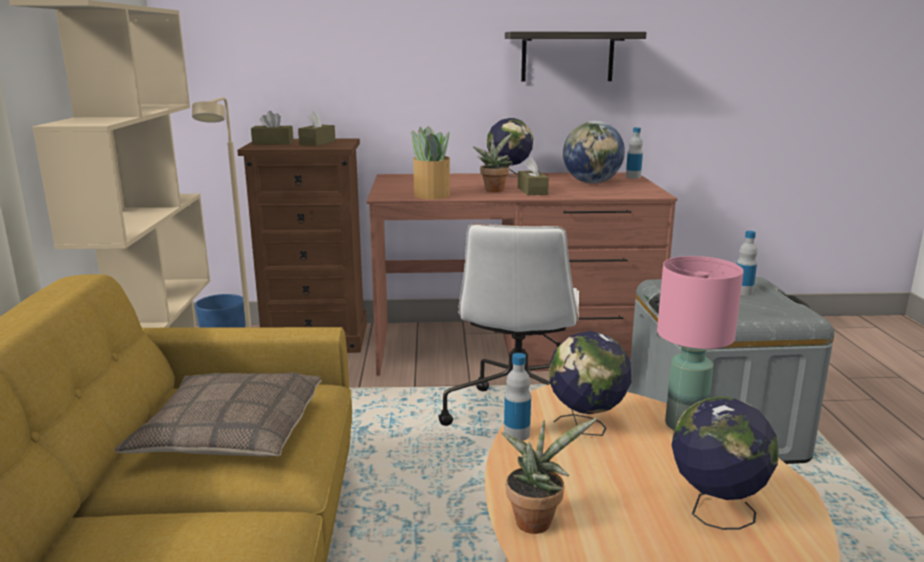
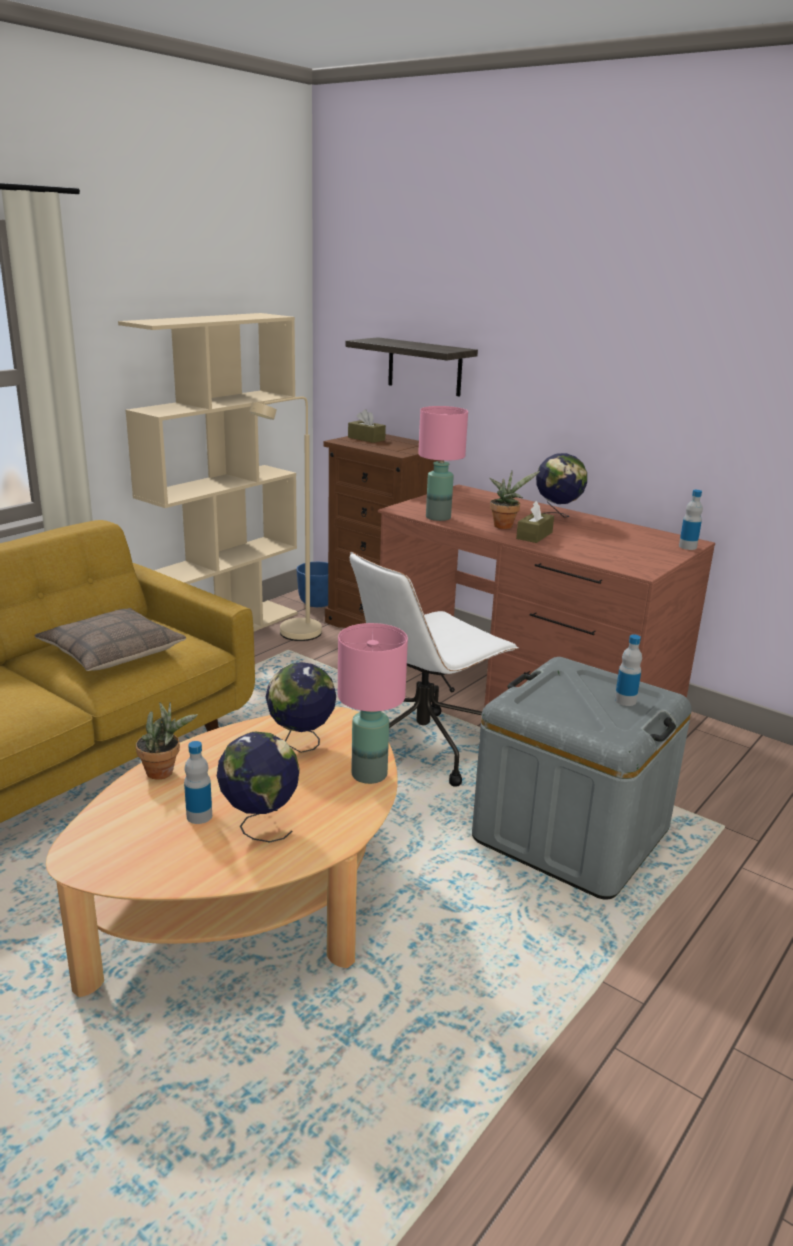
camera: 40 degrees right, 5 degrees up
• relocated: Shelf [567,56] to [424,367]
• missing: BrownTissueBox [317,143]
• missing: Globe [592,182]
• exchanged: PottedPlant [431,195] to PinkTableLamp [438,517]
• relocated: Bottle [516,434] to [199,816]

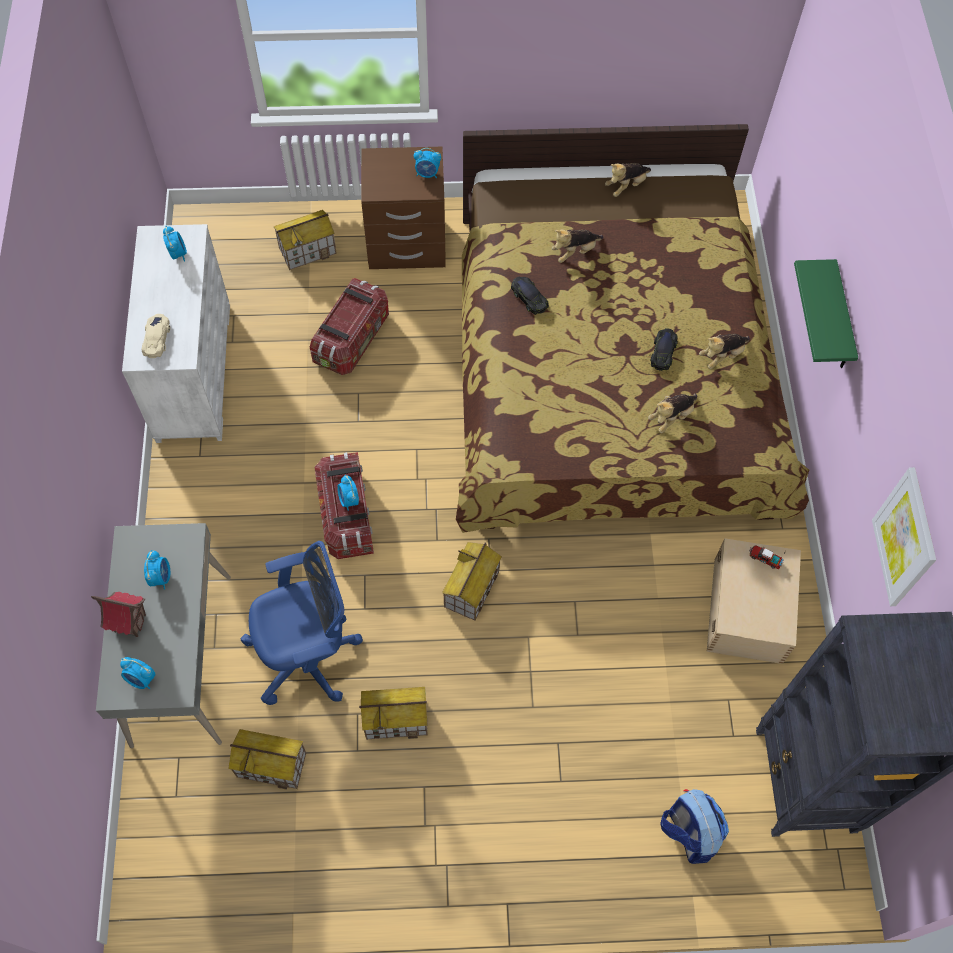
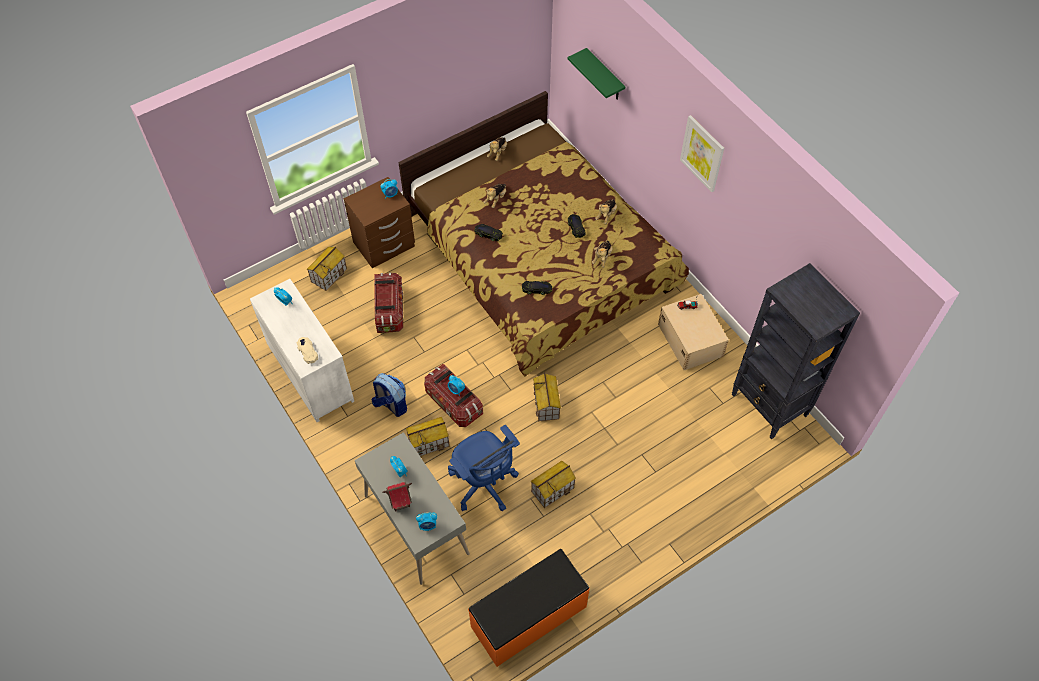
camera: 30 degrees left, 5 degrees down
• relocated: GreenShelf [841,320] to [605,76]
• relocated: Picture [905,538] to [702,153]
• spun: BlueOfficeChair [309,656] = [484,485] 105 degrees clockwise
• relocated: ToyHouse [272,764] to [429,442]
• relocated: Backpack [688,832] to [391,404]
• appeared: BlackToyCar [537,289]
• appeared: OrangeBench [529,617]

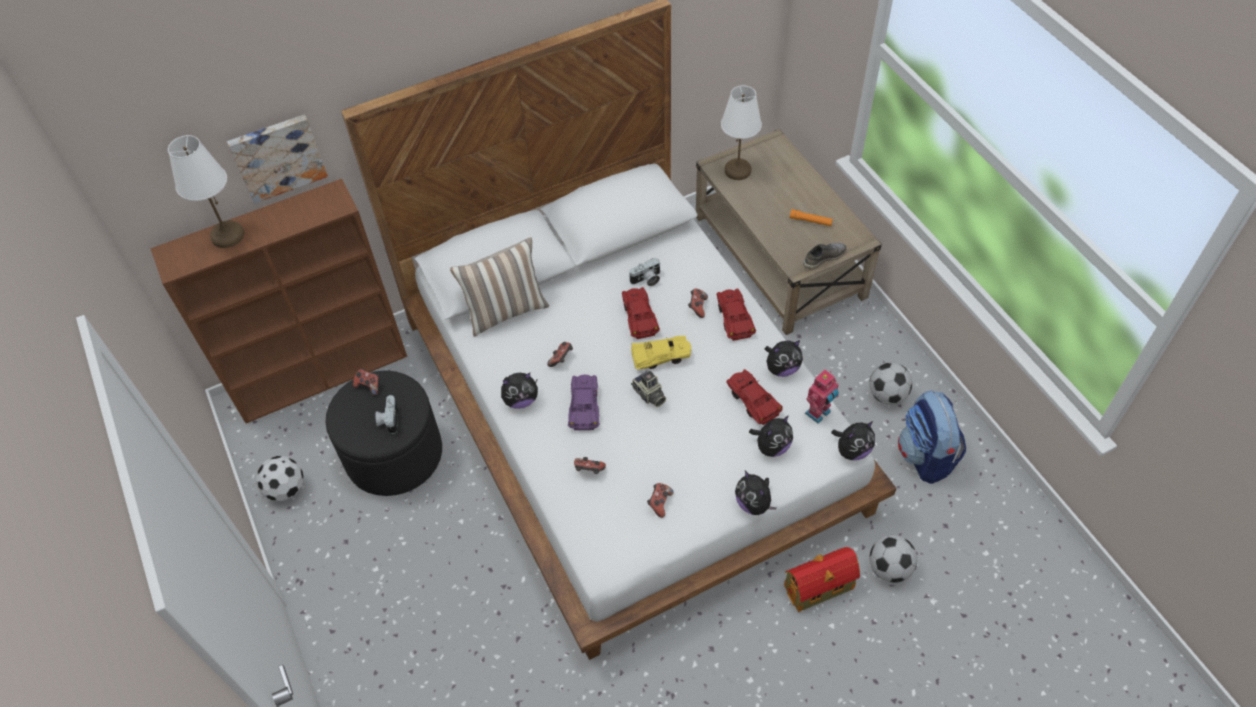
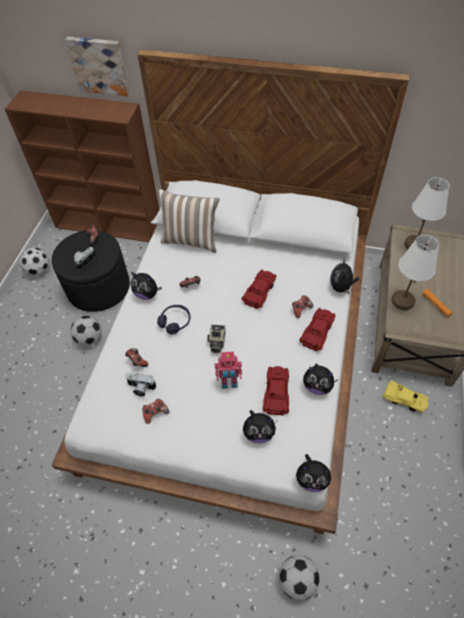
camera: 40 degrees right, 0 degrees up
• relocated: WhiteTableLamp [227,236] to [402,301]
• missing: GreyShoe [823,258]
• relocated: PhotoCamera [647,280] to [140,388]
• relocated: YellowToyCar [661,357] to [404,400]
• relocated: Football [887,395] to [90,338]
• relocated: ToyRobot [819,413] to [229,383]
• exchanged: PurpleToyCar [584,406] to PurpleHeadphones [175,322]
• missing: Backpack [925,456]
• relocated: PlushToy [754,503] to [341,287]
• missing: ToyHouse [820,587]

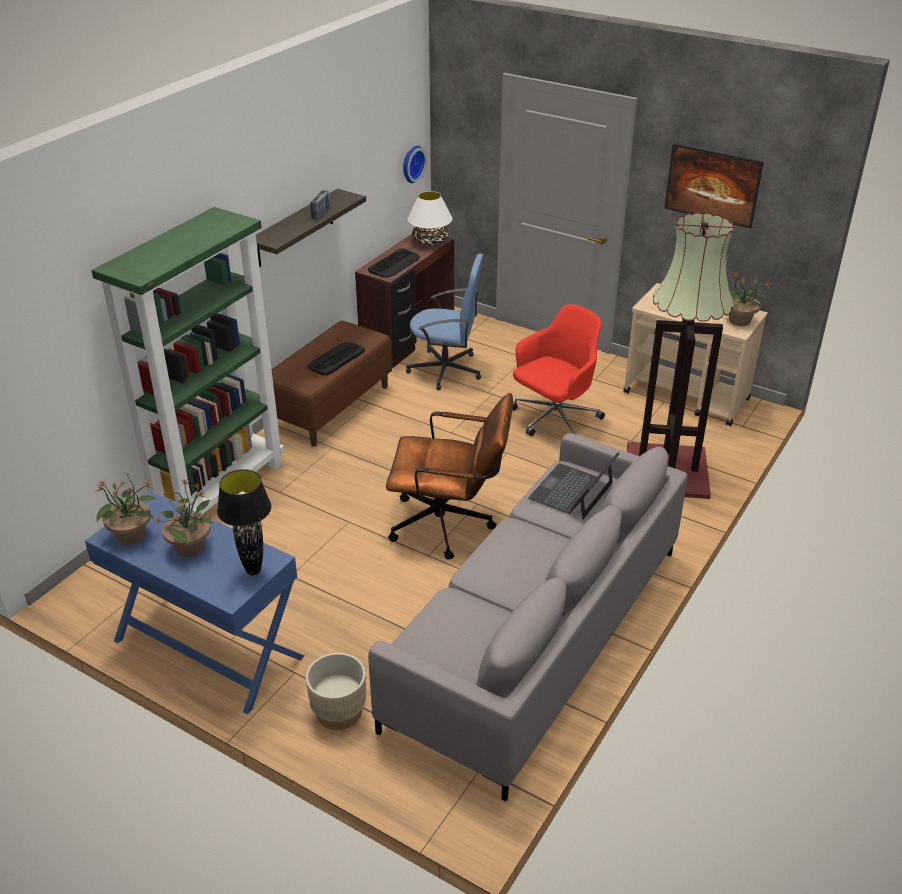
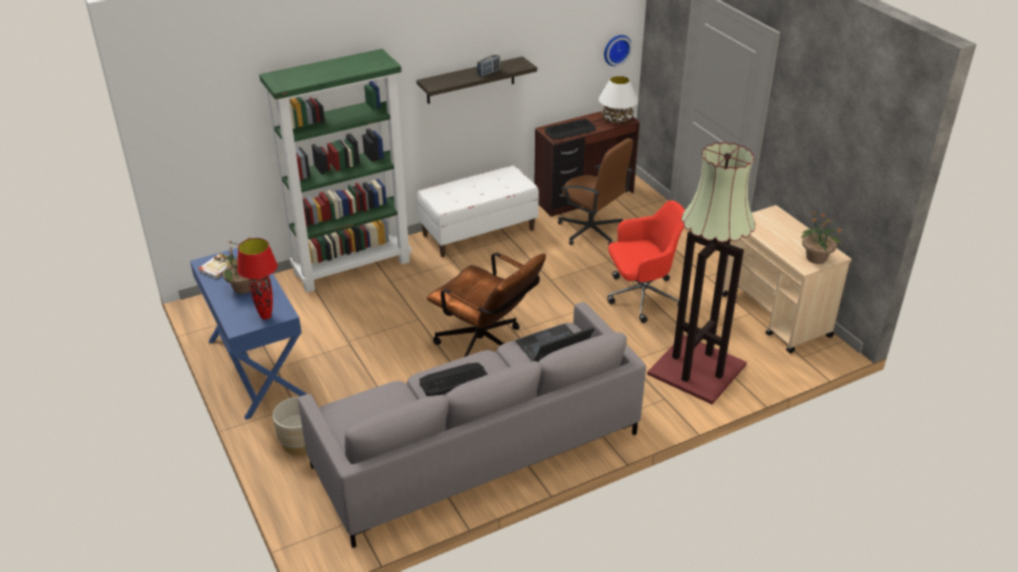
camera: 30 degrees right, 0 degrees up
• missing: Picture [710,201]
• colour: BlueOfficeChair [446,370] to BrownOfficeChair [591,231]
• colour: BrownBench [330,407] to WhiteBench [478,232]
• relocated: Keyboard [336,359] to [453,380]
• colour: BlackTableLamp [254,571] to RedTableLamp [266,316]
• exchanged: PottedPlant [132,536] to Book [218,267]

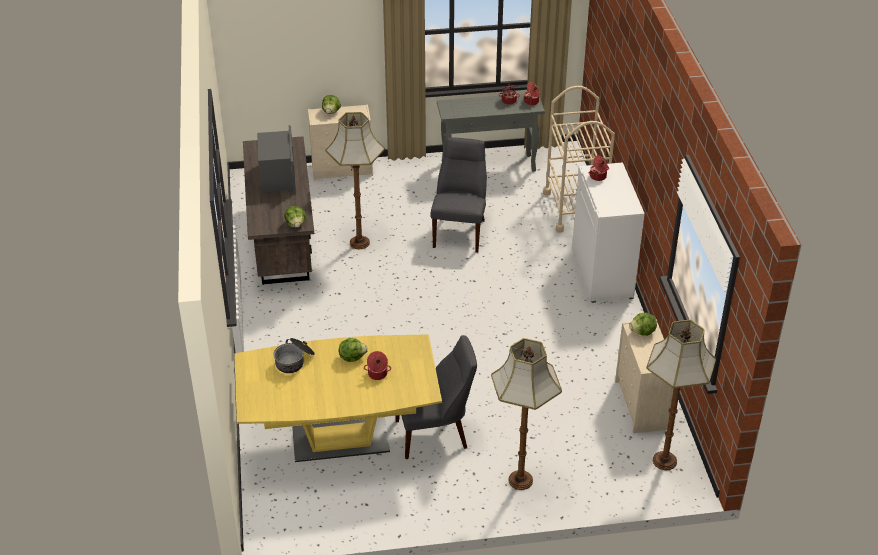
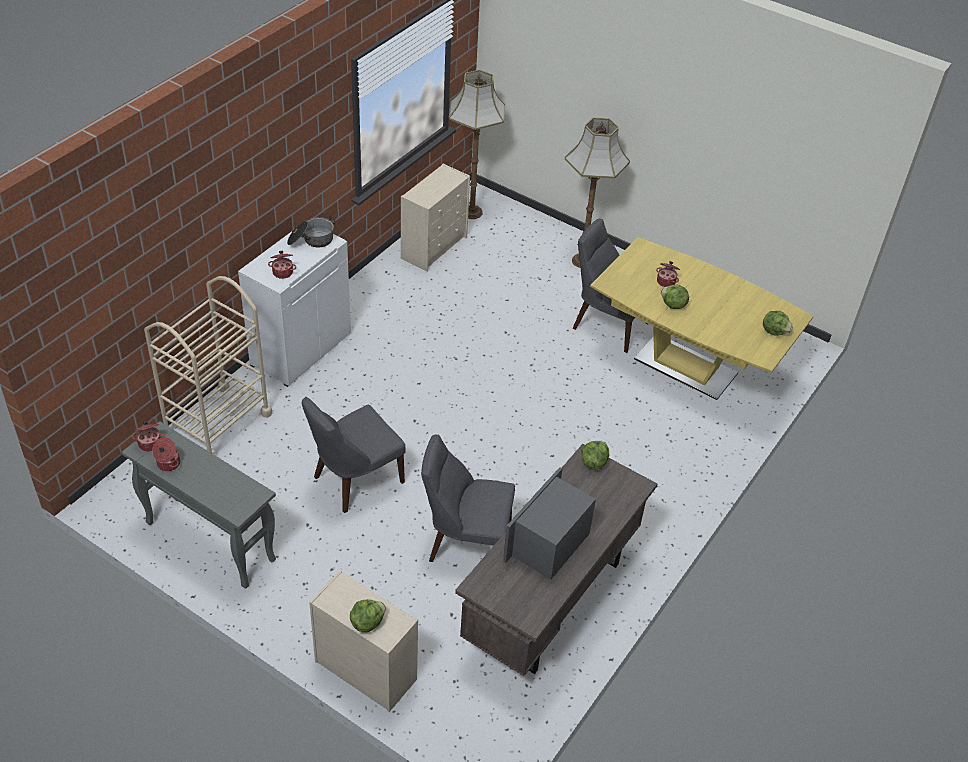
camera: 140 degrees left, 5 degrees up
• exchanged: FloorLamp [360,242] to GreyChair [466,543]
• relocated: Lettuce [642,332] to [774,331]
• relocated: CookingPot [294,361] to [311,240]

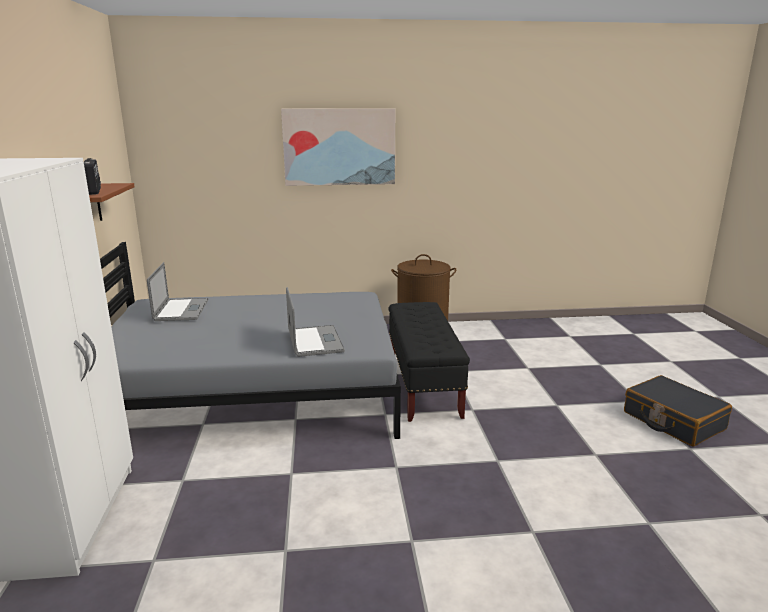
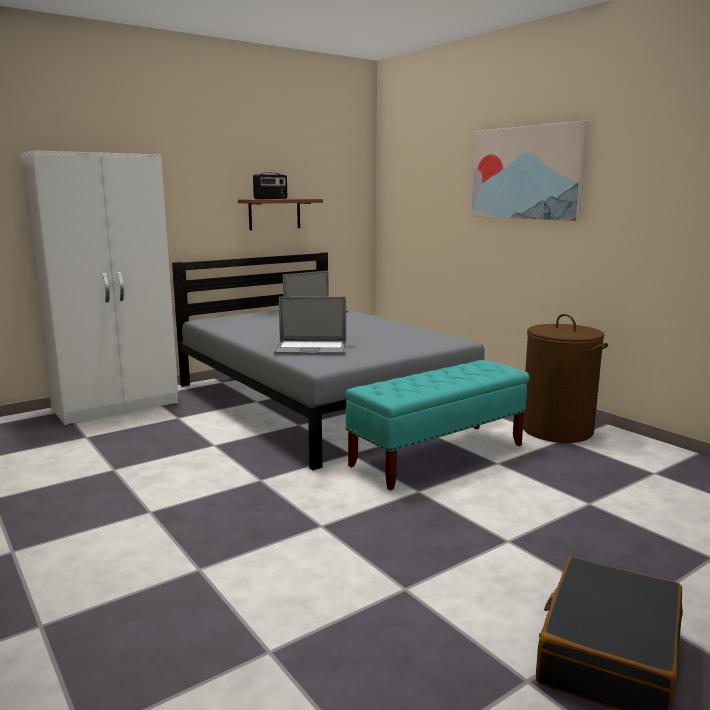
camera: 60 degrees right, 5 degrees down
• spun: Laptop [315,341] = [311,349] 45 degrees clockwise
• colour: BlackBench [423,385] to TurquoiseBench [438,456]

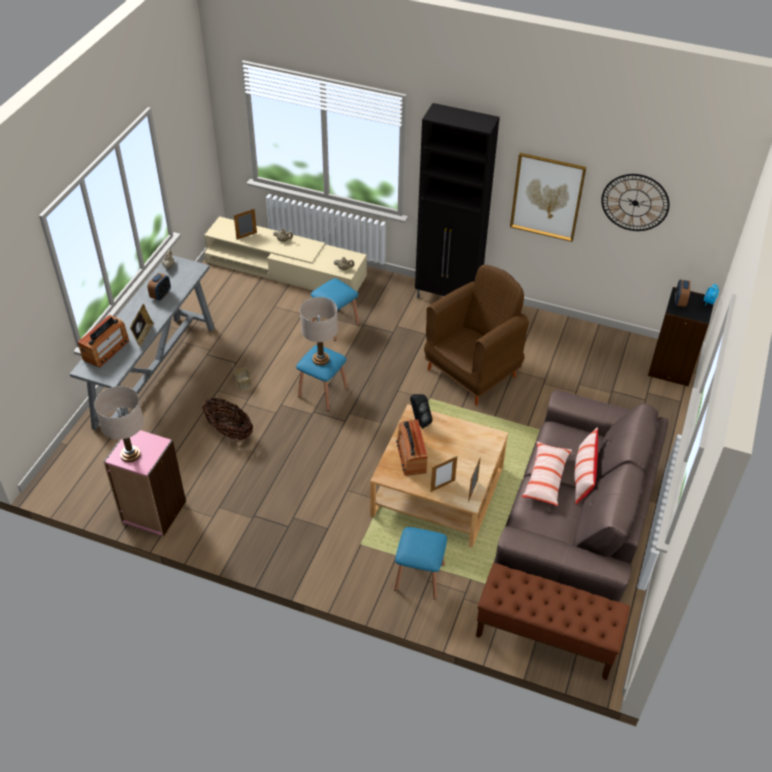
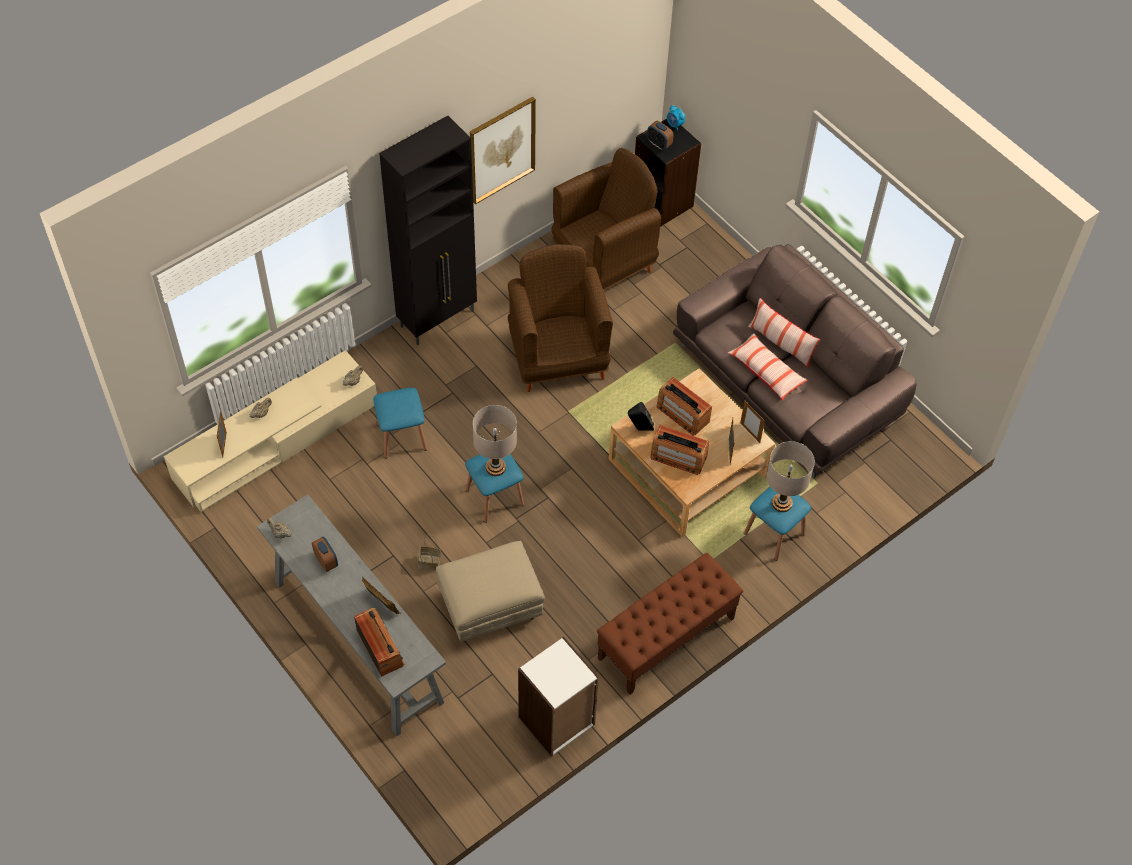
camera: 60 degrees left, 10 degrees up
• missing: WallClock [635,202]
• relocated: BeigeTableLamp [130,454] to [781,503]
• exchanged: Basket [229,431] to BeigeOttoman [491,606]
• colour: PinkBookcase [153,512] to WhiteBookcase [557,721]
• relocated: BrownBench [545,637] to [666,638]
• appeared: BrownArmchair [605,260]
• appeared: Radio [682,414]

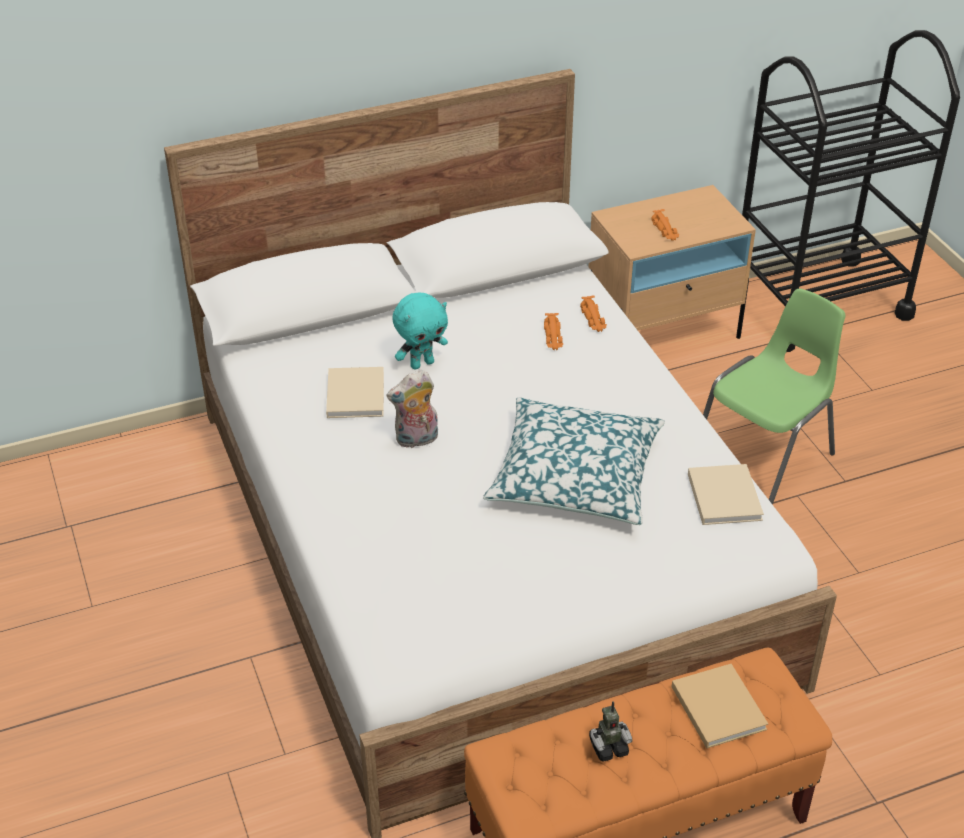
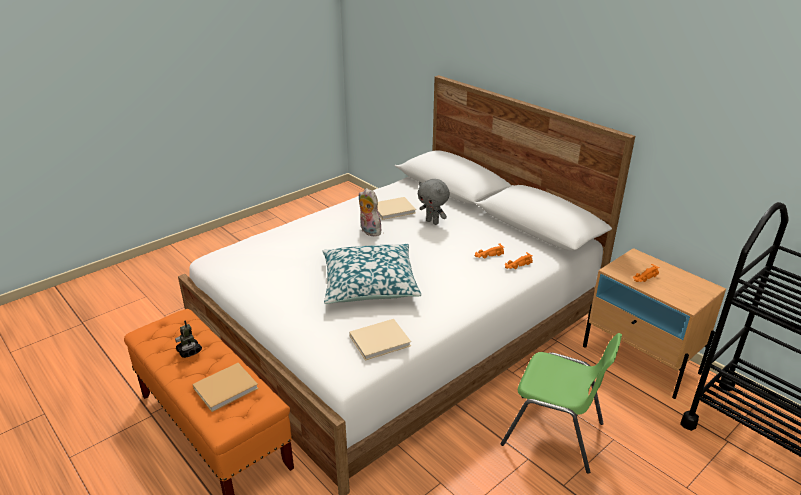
camera: 70 degrees right, 10 degrees down
• colour: TurquoisePlushToy [422,363] to GreyPlushToy [433,222]

